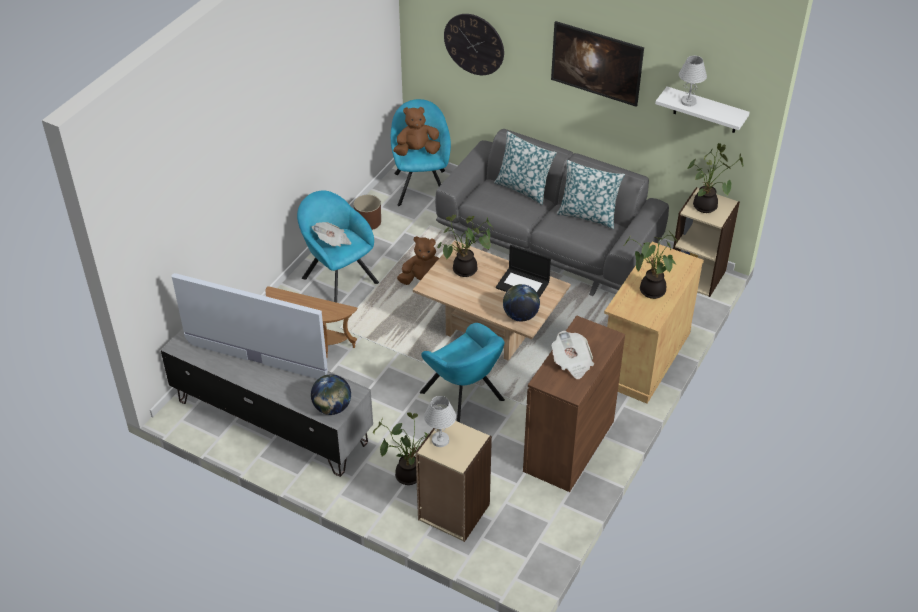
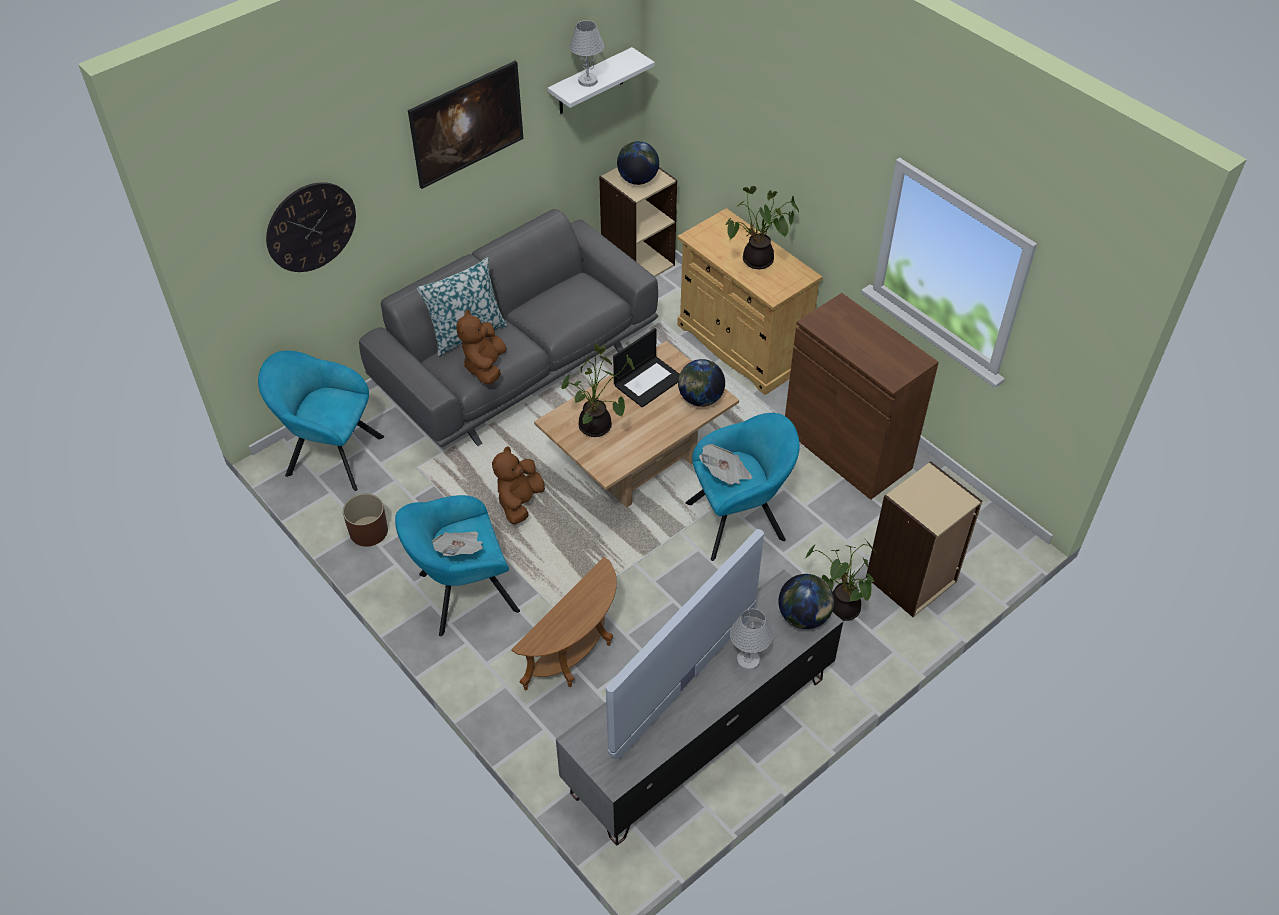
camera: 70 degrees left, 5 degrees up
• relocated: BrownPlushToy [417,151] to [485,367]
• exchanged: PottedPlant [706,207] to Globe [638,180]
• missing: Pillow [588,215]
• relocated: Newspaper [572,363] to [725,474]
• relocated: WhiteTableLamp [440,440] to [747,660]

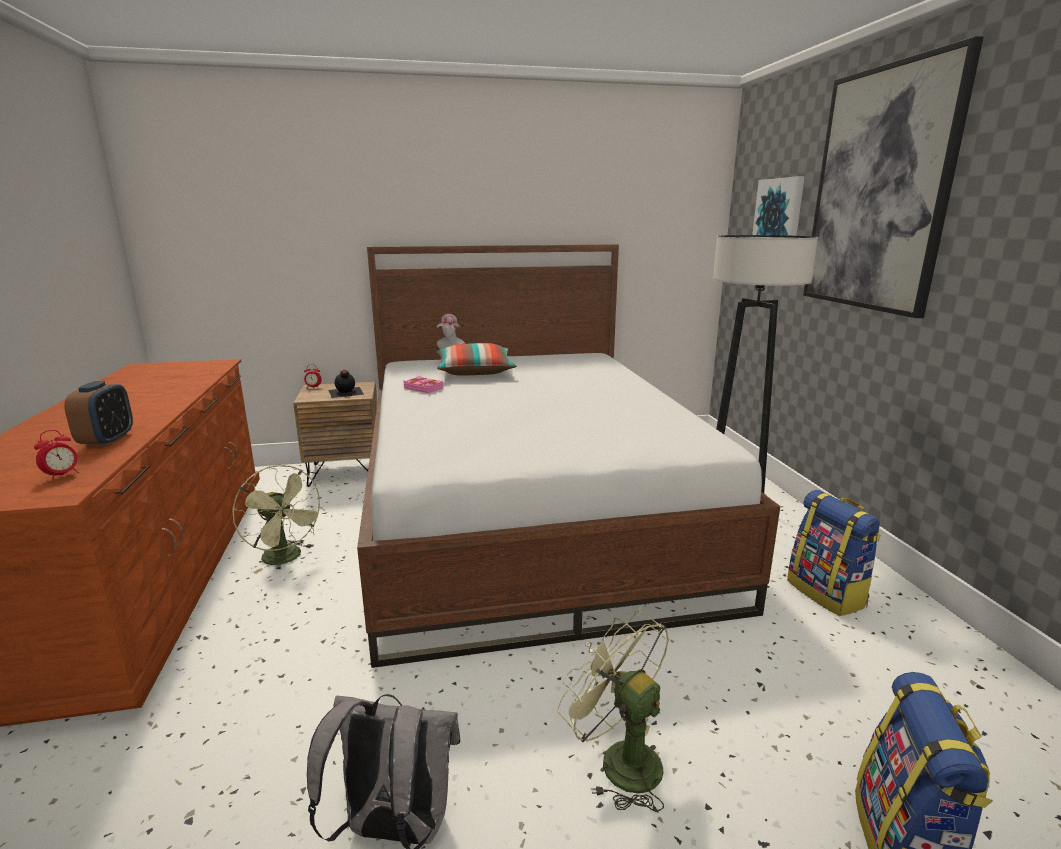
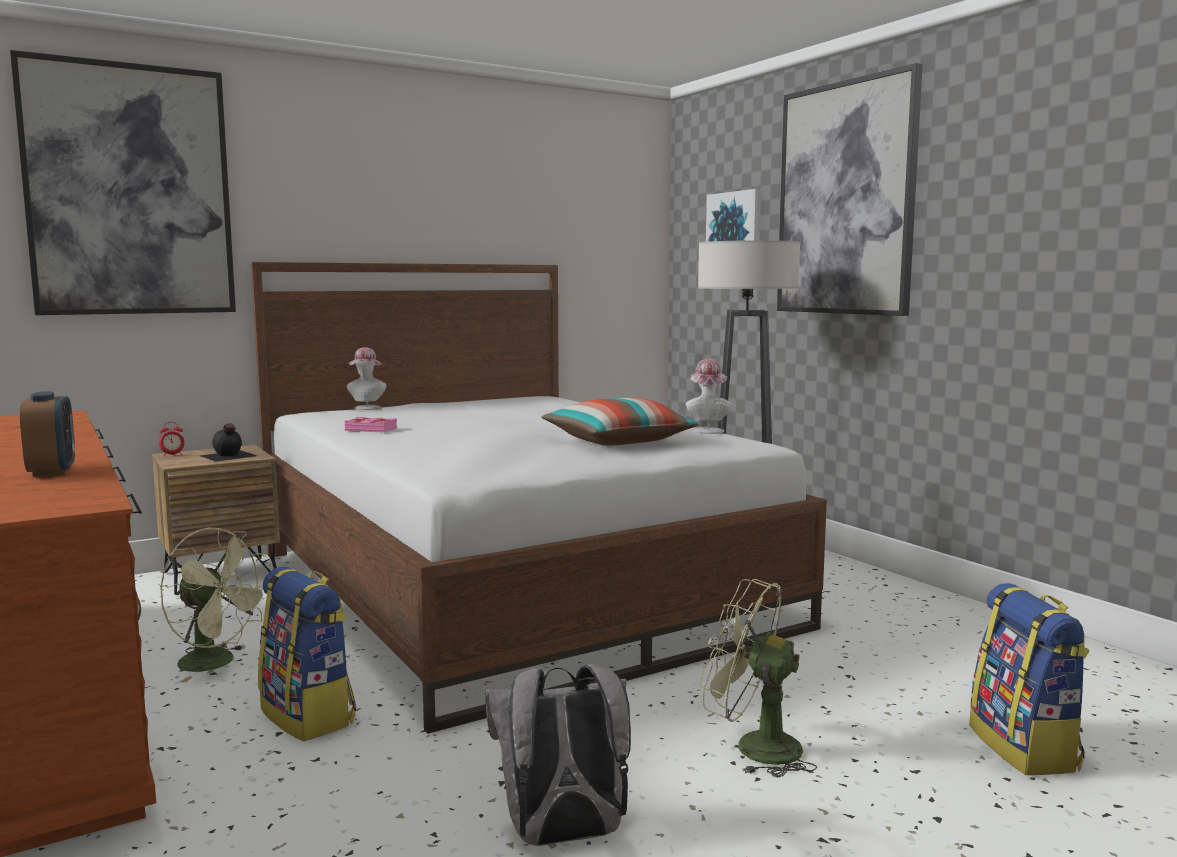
camera: 20 degrees left, 10 degrees down
• relocated: Pillow [475,372] to [618,442]
• missing: AlarmClock [62,475]
• relocated: Backpack [827,593] to [309,716]
• appeared: Picture [130,191]
• appeared: Hat [707,430]

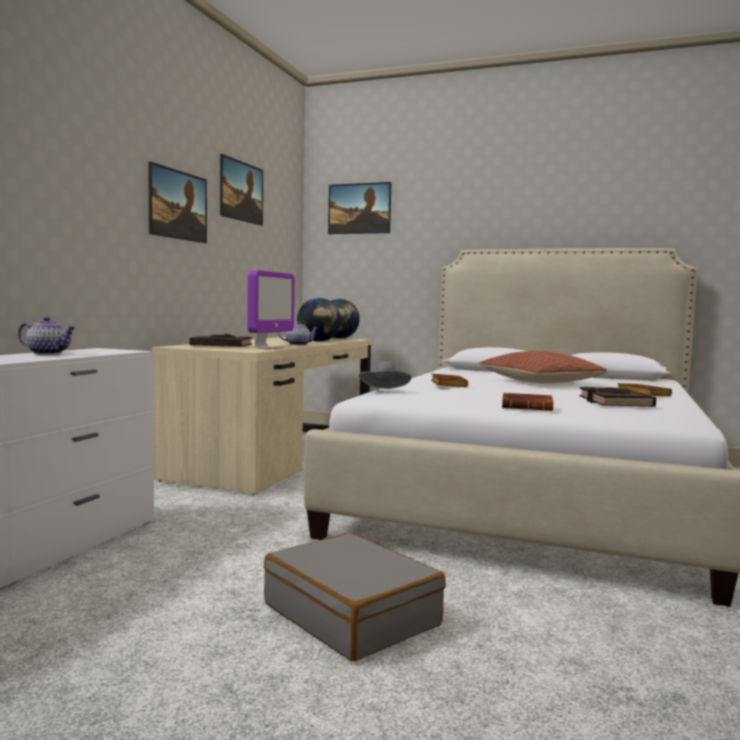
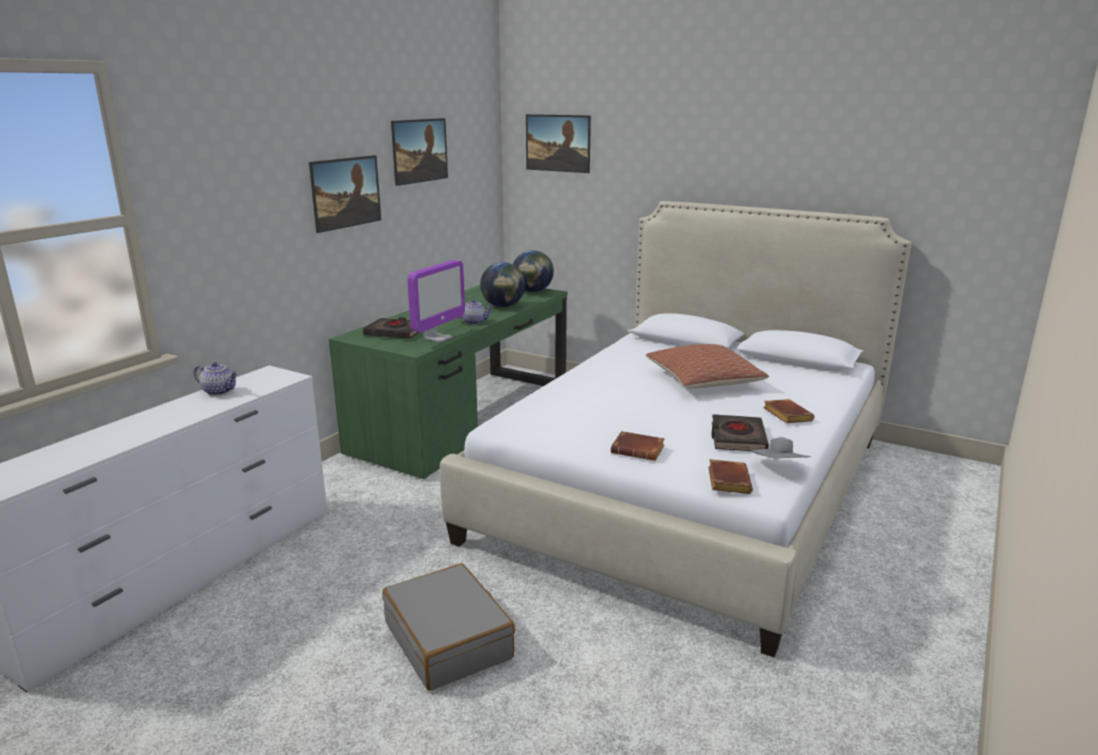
camera: 10 degrees right, 15 degrees up
• colour: BeigeDesk [278,456] to GreenDesk [464,418]
• relocated: GreyHat [385,391] to [779,469]
• relocated: BrownBook [447,385] to [727,481]

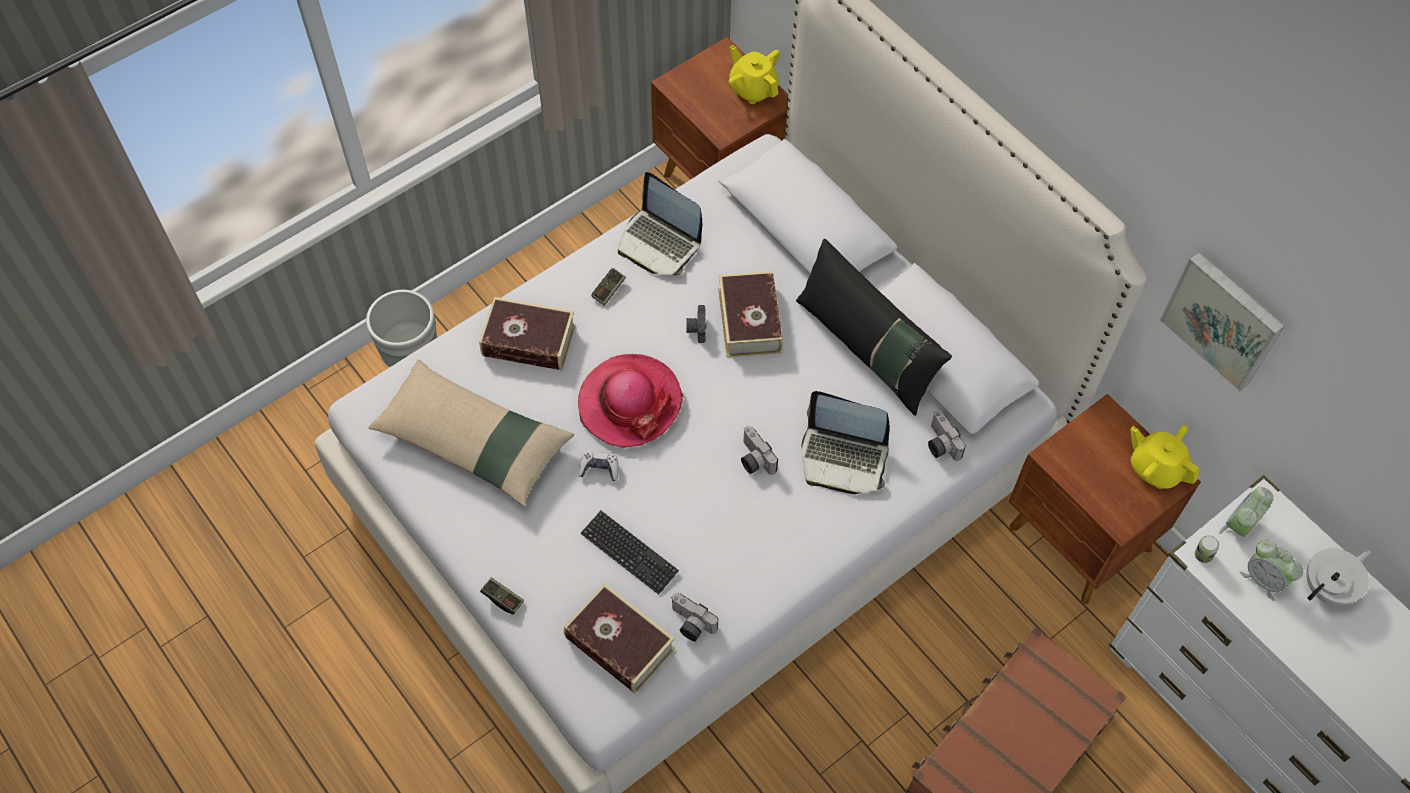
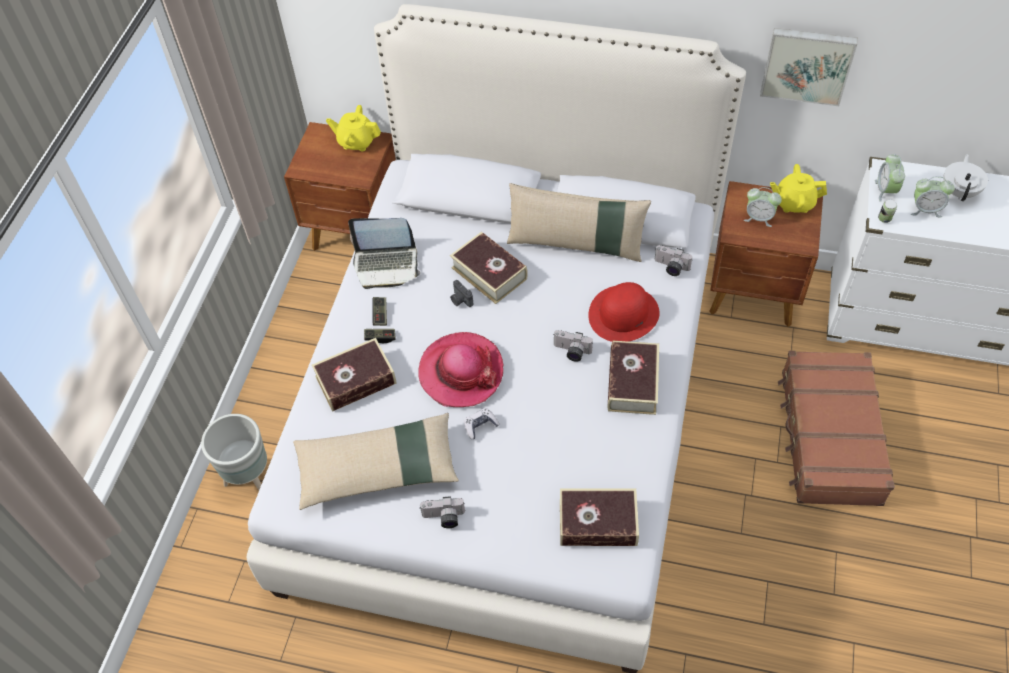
camera: 35 degrees left, 5 degrees down
• colour: BlackPillow [866,350] to BeigePillow [576,244]
• exchanged: Laptop [843,458] to RedHat [623,313]
• missing: Keyboard [629,553]
• relocated: GameController [502,598] to [380,337]
• relocated: PhotoCamera [690,624] to [444,518]
• appeared: AlarmClock [759,218]
• appeared: Book [632,383]

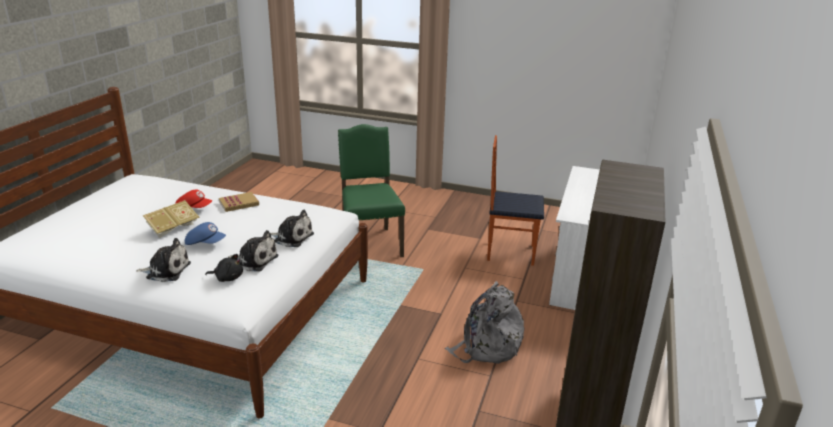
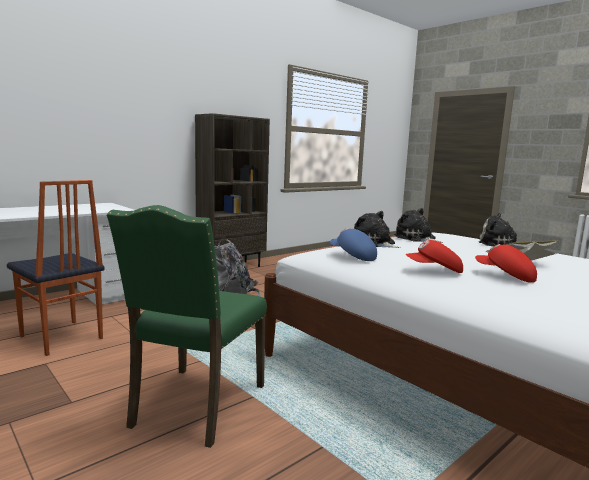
camera: 150 degrees left, 15 degrees down
• exchanged: Book [239,203] to RedCap [434,270]
• relocated: BlueCap [205,243] to [352,256]
• missing: BlackPlushToy [227,278]

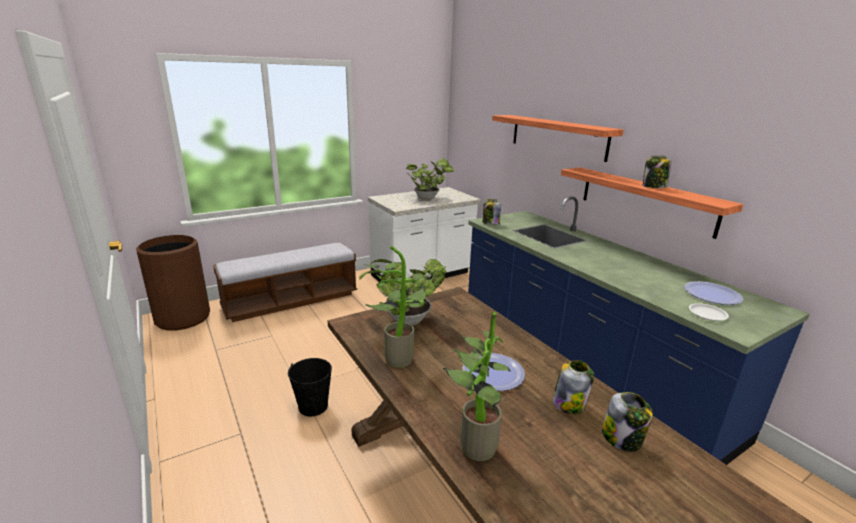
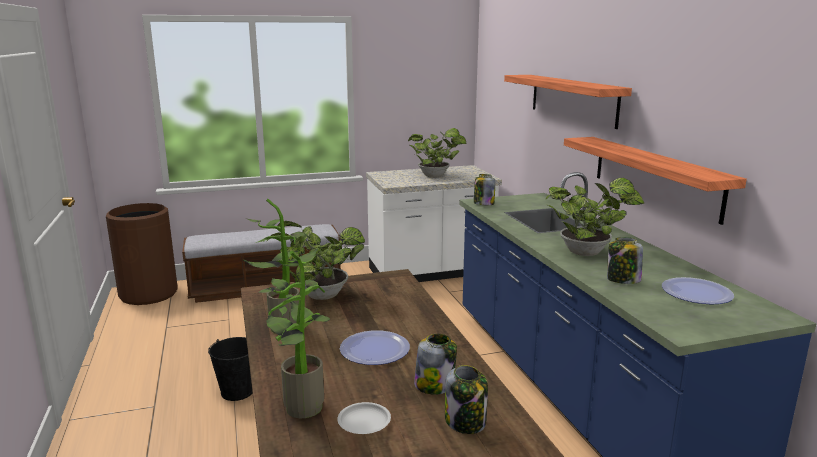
camera: 15 degrees right, 5 degrees down
• relocated: Jar [653,187] to [622,280]
• relocated: WhitePlate [707,314] to [363,421]
• appeared: PottedPlant [588,252]

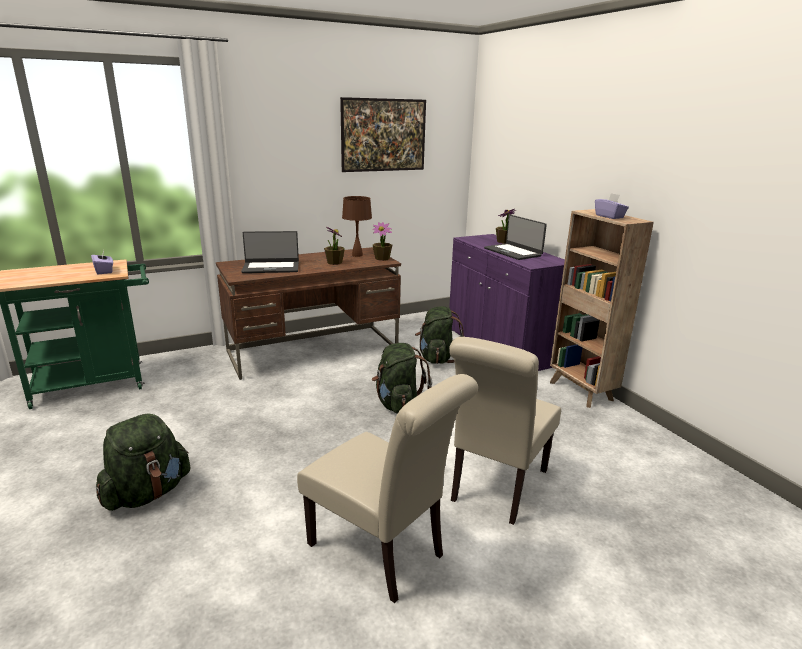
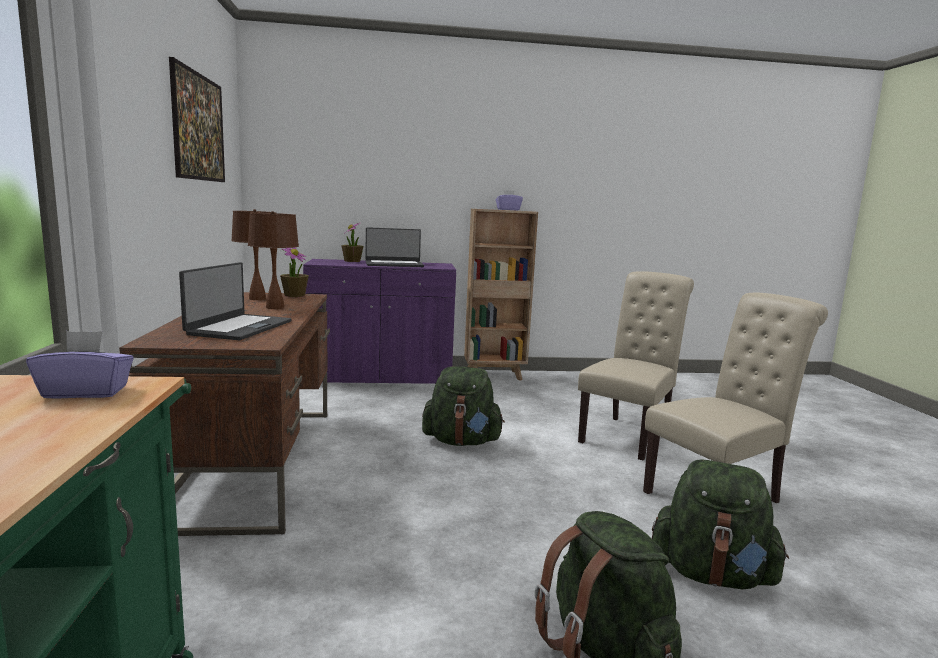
camera: 70 degrees left, 10 degrees down
• exchanged: PottedPlant [334,262] to BrownTableLamp [274,307]
• relocated: GreenBackpack [437,358] to [711,574]
• spun: BeigeChair [496,488] = [628,435] 105 degrees counterclockwise

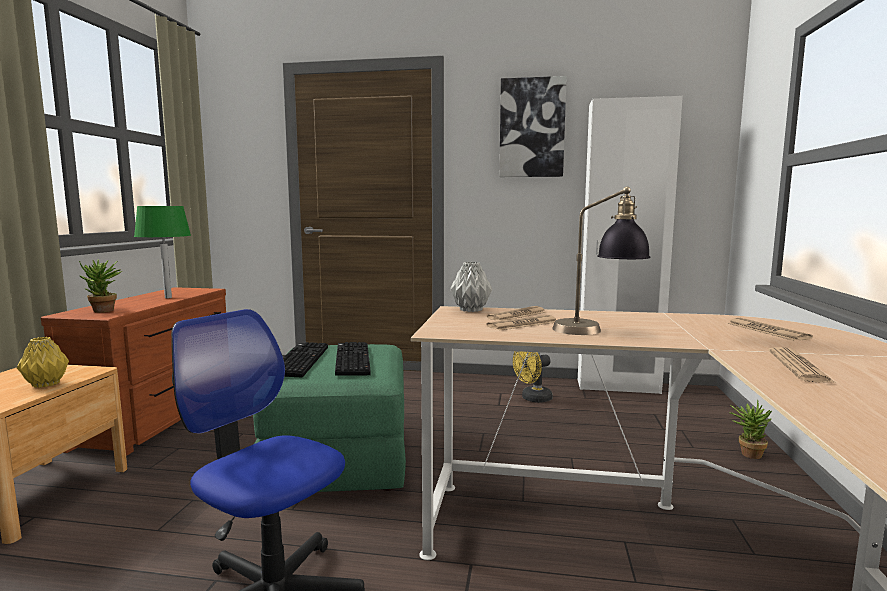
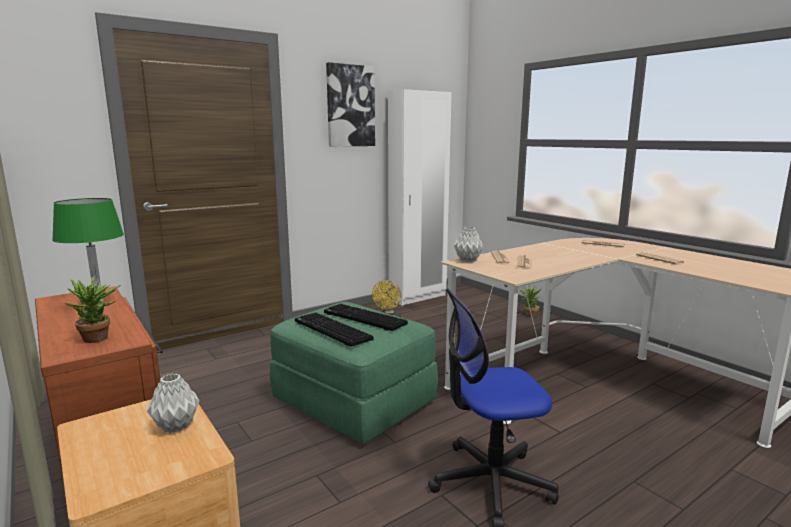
camera: 45 degrees left, 5 degrees up
• missing: TableLamp [598,330]
• colour: YellowVase [45,384] to GreyVase [175,427]

